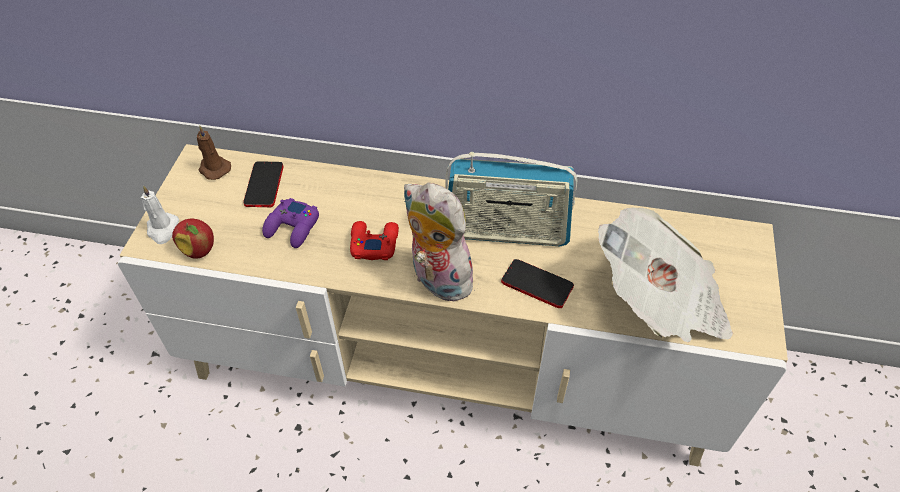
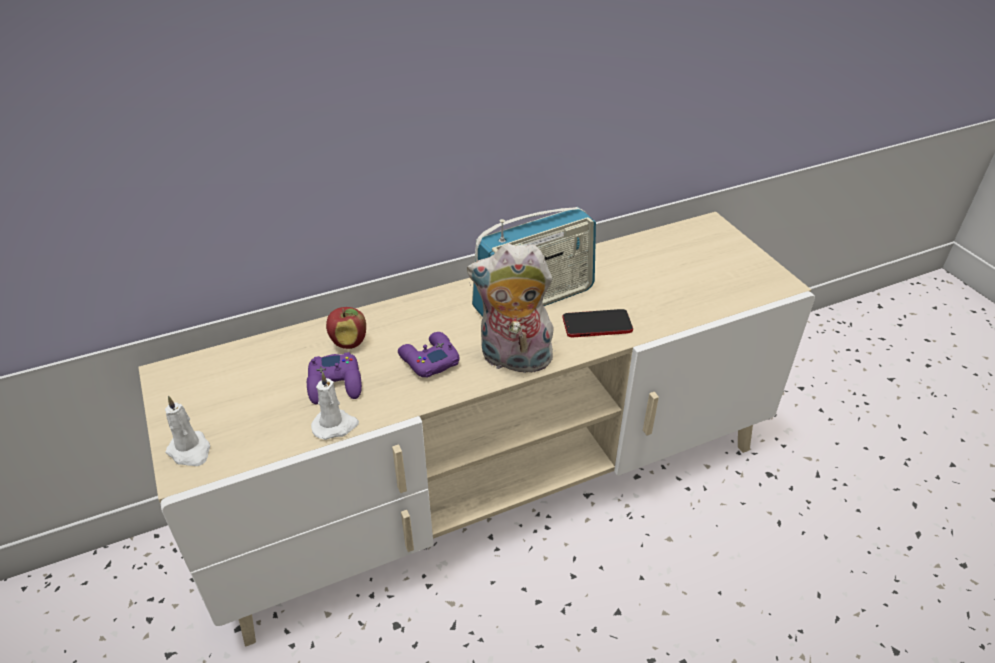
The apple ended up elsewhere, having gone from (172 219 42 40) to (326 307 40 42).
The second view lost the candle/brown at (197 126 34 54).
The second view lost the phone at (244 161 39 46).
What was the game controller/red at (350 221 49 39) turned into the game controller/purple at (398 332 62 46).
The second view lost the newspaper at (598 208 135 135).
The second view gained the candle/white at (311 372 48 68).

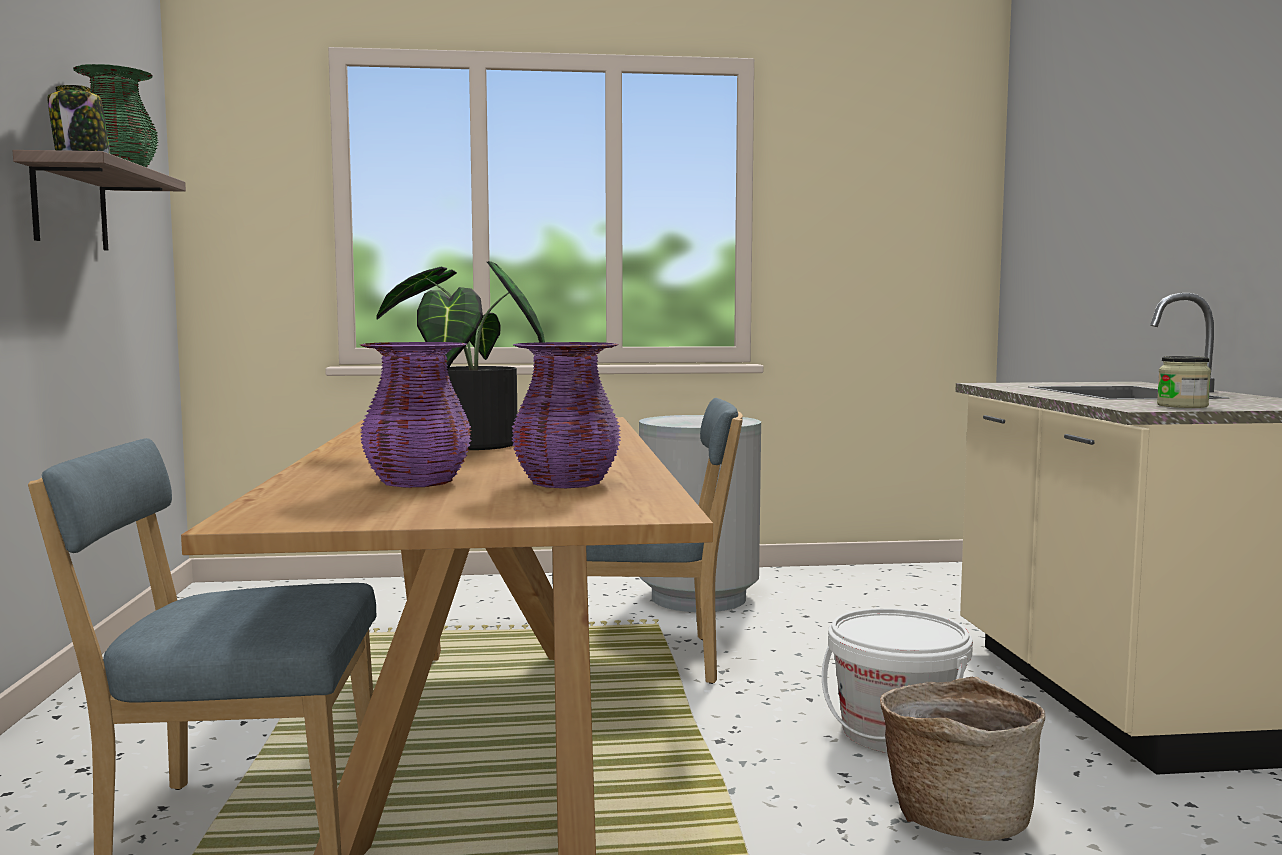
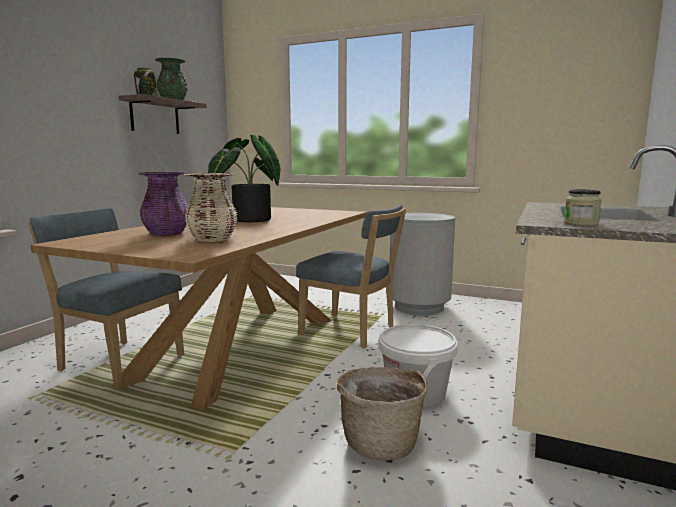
What was the vase/purple at (512 342 109 146) turned into the vase/beige at (183 173 55 69).

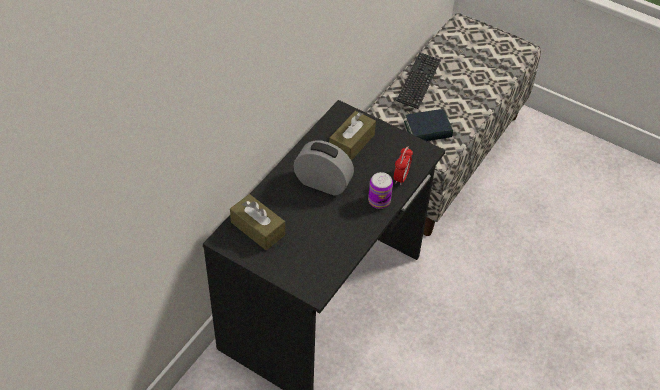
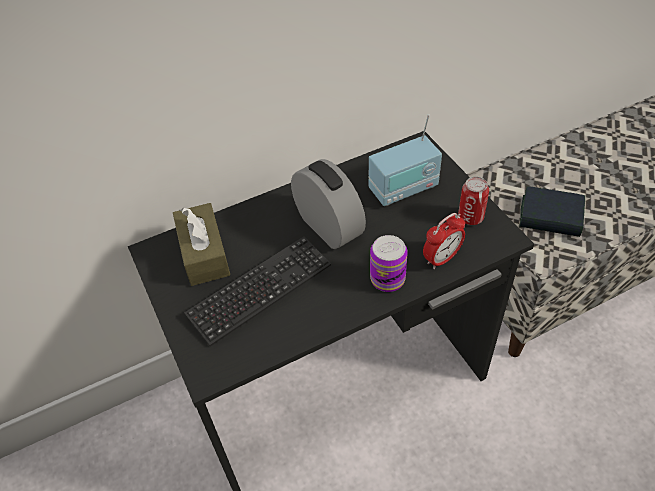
Where the tissue box/brown stood at (329 111 47 50), the radio came to stand at (369 114 73 92).
The keyboard ended up elsewhere, having gone from (396 52 45 57) to (184 236 147 110).
The second view gained the can at (458 176 31 49).

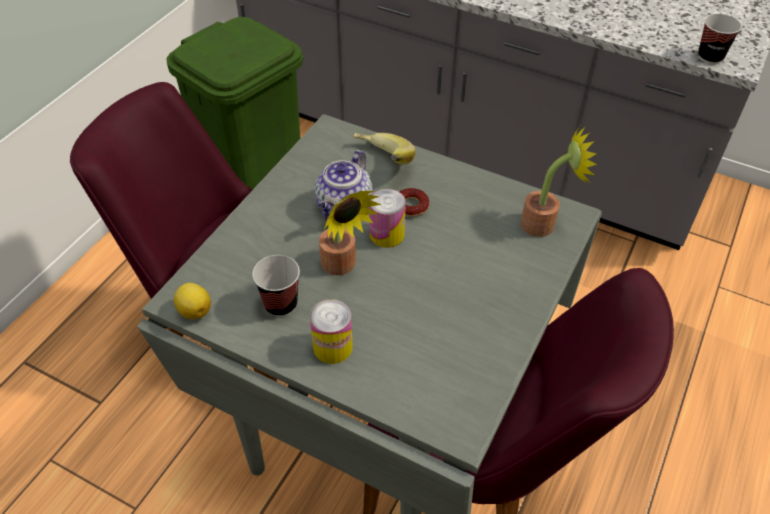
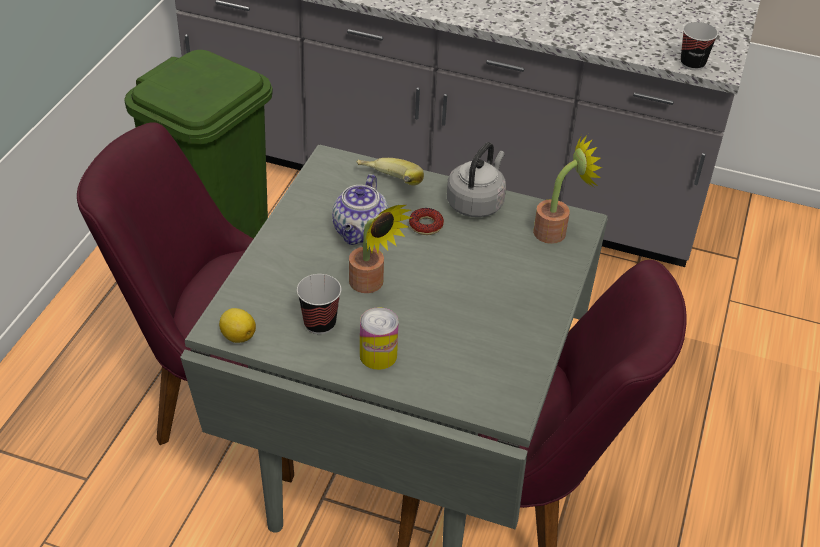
The second view lost the can at (369 189 37 59).
The second view gained the kettle/grey at (447 142 59 75).

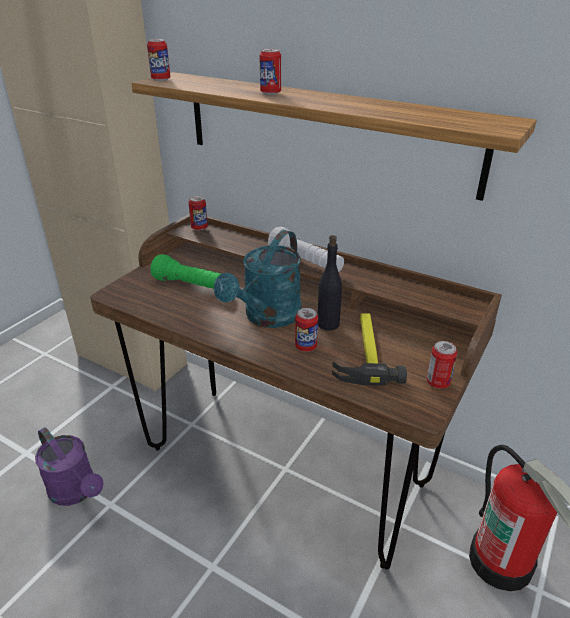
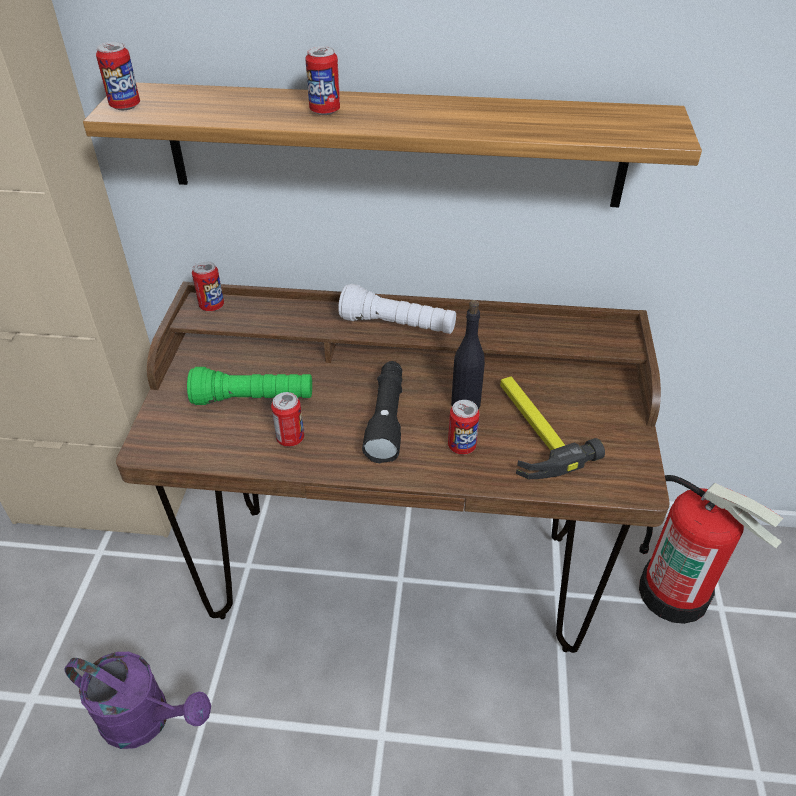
Where the watering can/turquoise stood at (214 230 88 98), the flashlight/black came to stand at (362 361 40 102).
The can ended up elsewhere, having gone from (427 341 30 48) to (271 392 33 55).

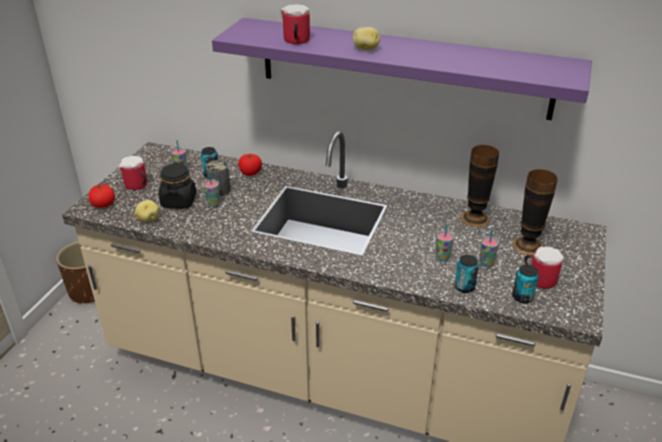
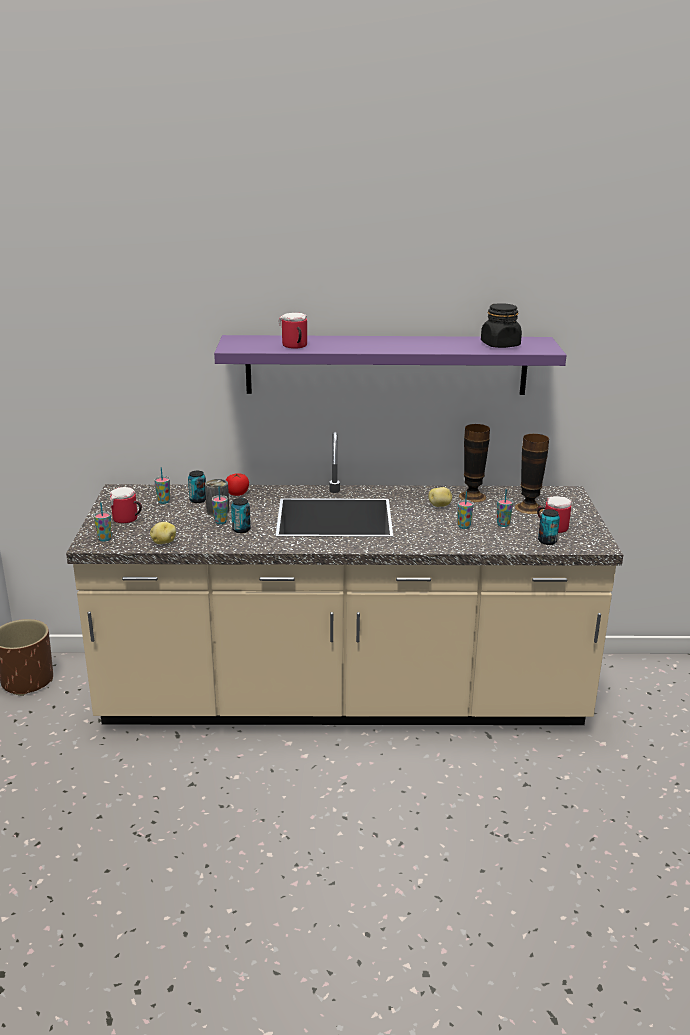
Where the tomato stood at (88 184 27 24), the cup came to stand at (94 502 18 39).
The jar/black ended up elsewhere, having gone from (159 162 37 47) to (481 303 41 45).
The potato ended up elsewhere, having gone from (353 27 27 23) to (428 487 24 20).
The can ended up elsewhere, having gone from (455 255 24 38) to (231 498 20 35).

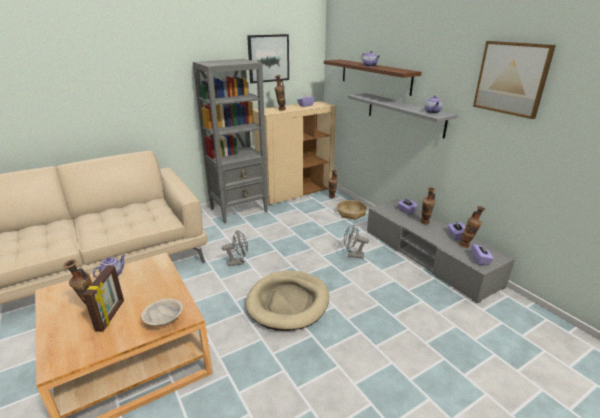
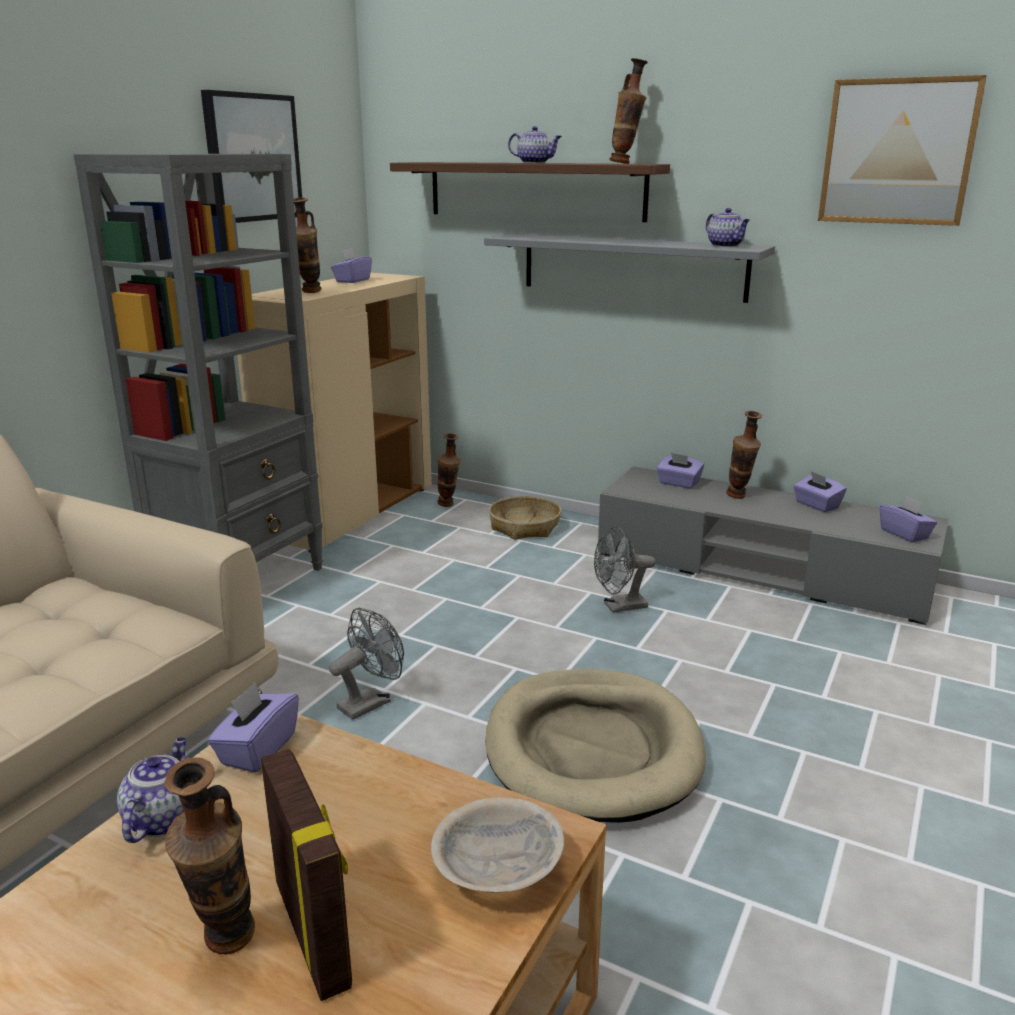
The vase ended up elsewhere, having gone from (459 206 27 42) to (610 58 38 106).
The second view gained the tissue box/purple at (208 683 91 90).

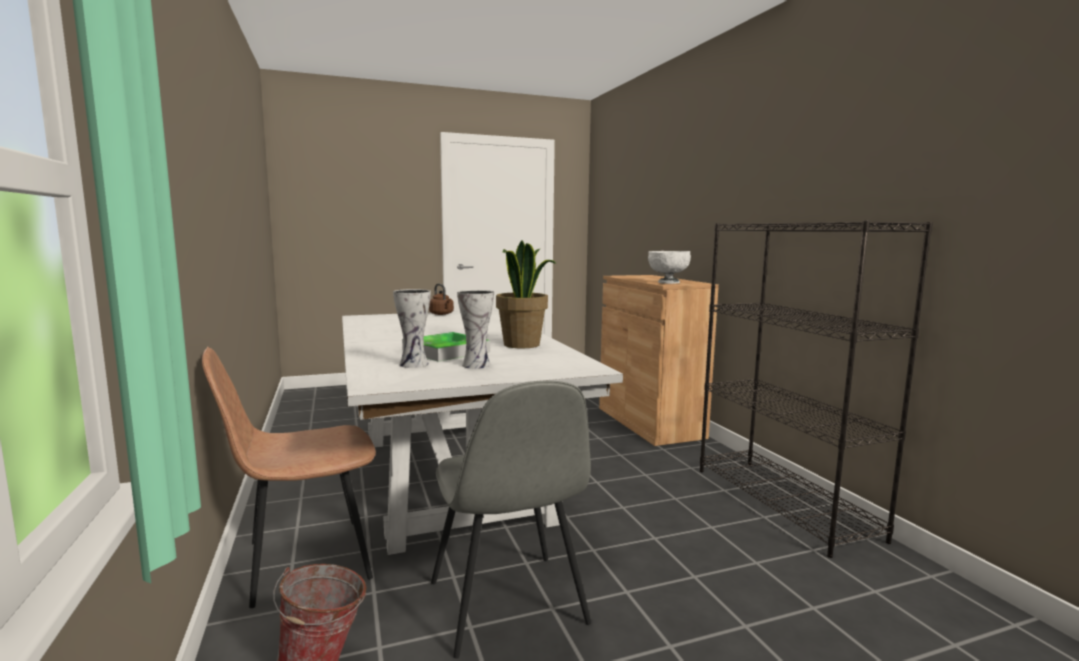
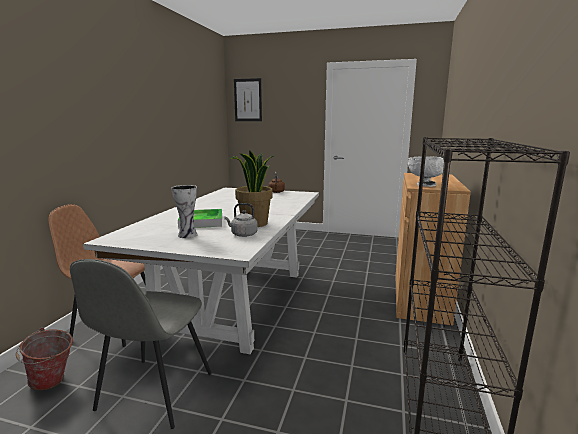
The second view lost the vase at (393 289 38 79).
The second view gained the kettle/grey at (224 203 34 34).
The second view gained the picture at (234 78 28 43).

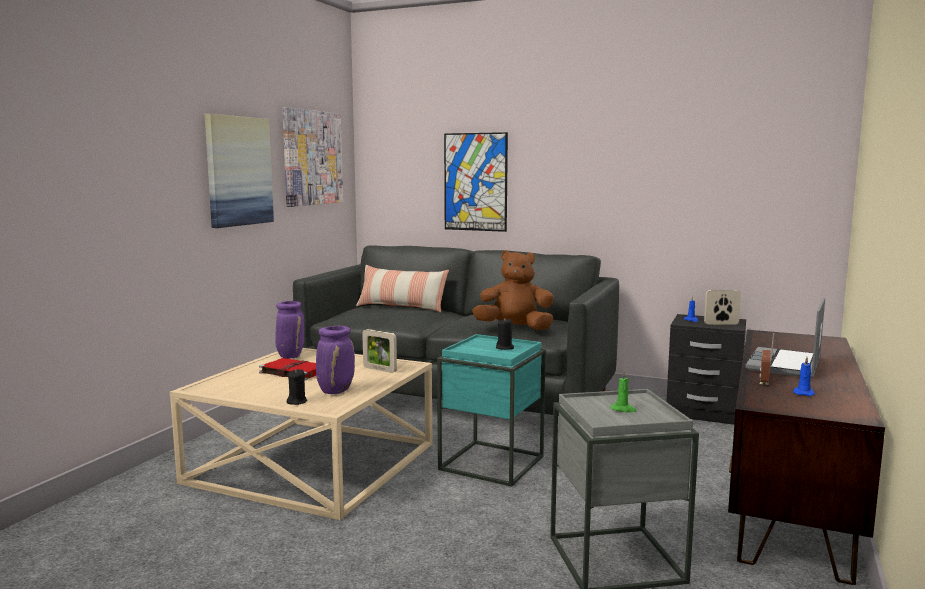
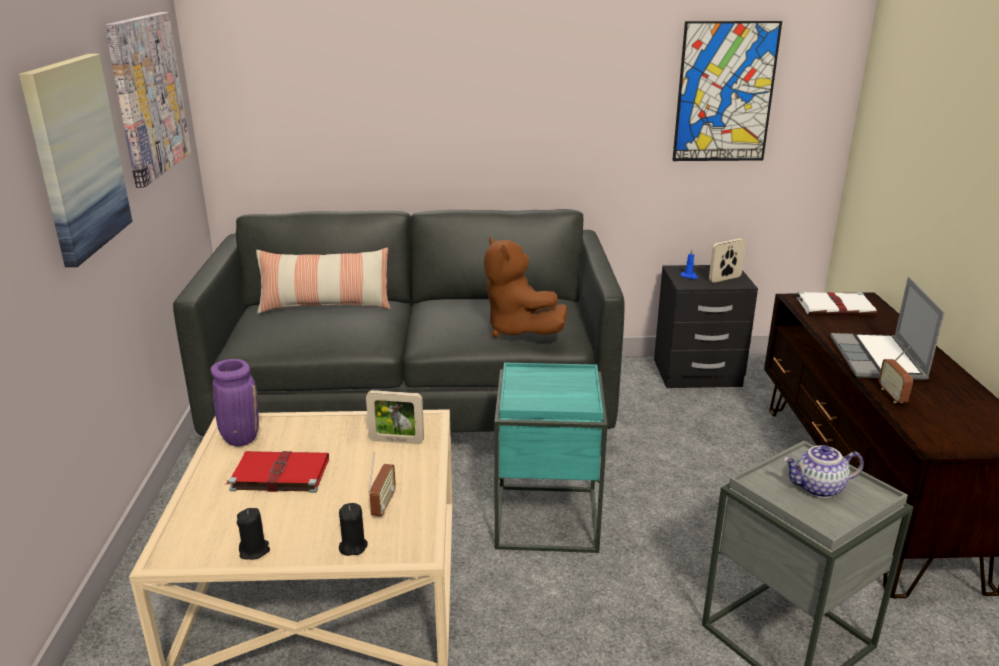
Where the vase/purple stood at (316 326 39 68), the radio came to stand at (368 452 28 64).
The picture ended up elsewhere, having gone from (444 132 64 100) to (672 21 110 140).
The plush toy/brown at (472 250 82 80) ended up facing another way, 105 degrees counterclockwise from before.
The candle/black ended up elsewhere, having gone from (496 319 18 31) to (237 508 33 52).
Where the candle/green stood at (611 370 25 42), the teapot came to stand at (783 445 81 53).
The second view lost the candle/blue at (793 357 22 39).
The second view gained the book/white at (796 291 81 25).

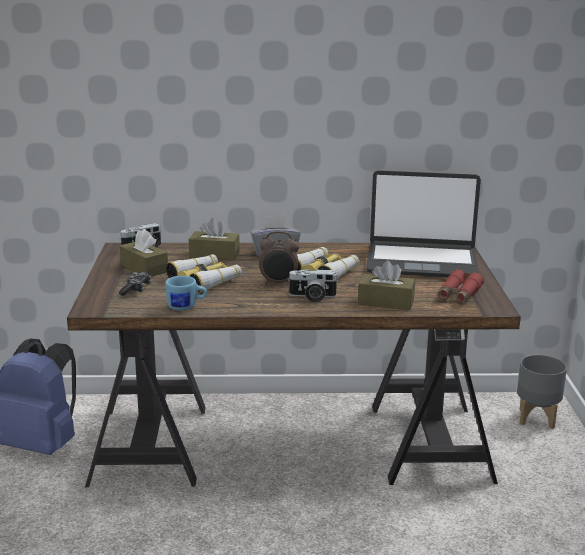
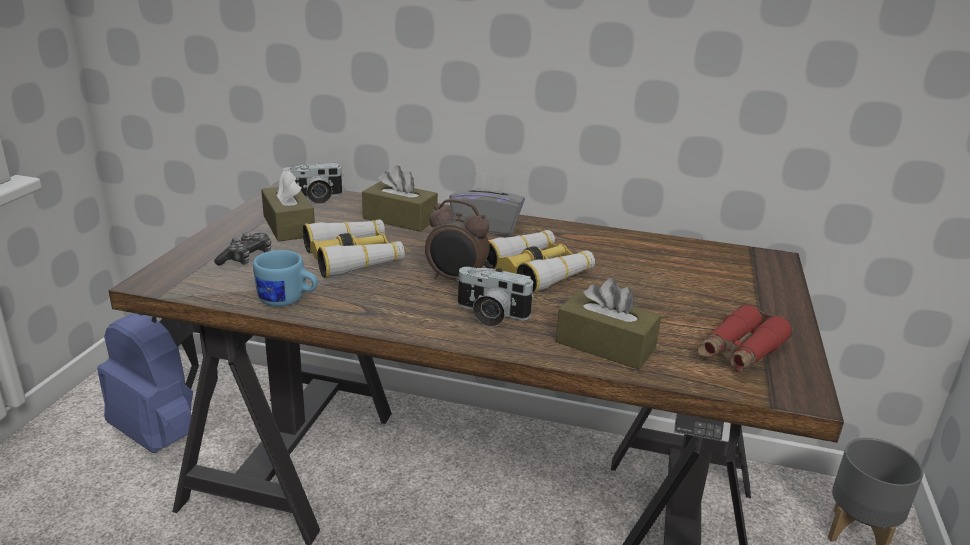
The second view lost the laptop at (366 170 115 107).

